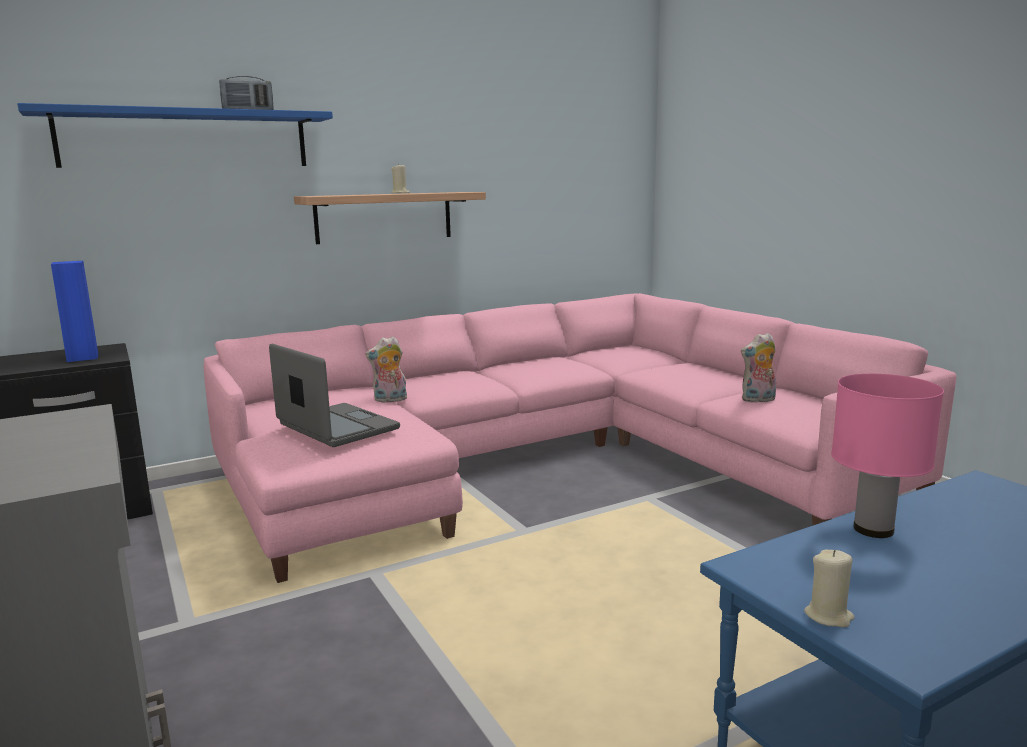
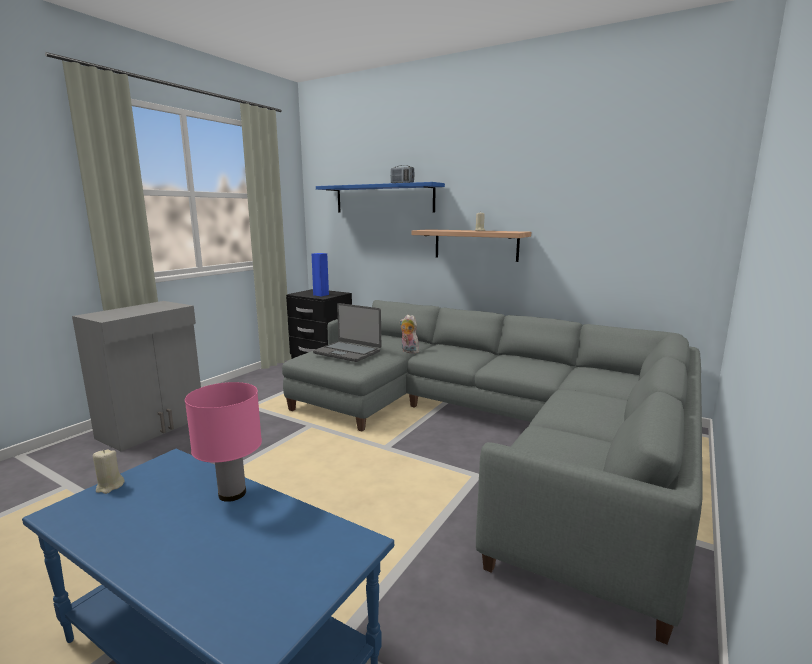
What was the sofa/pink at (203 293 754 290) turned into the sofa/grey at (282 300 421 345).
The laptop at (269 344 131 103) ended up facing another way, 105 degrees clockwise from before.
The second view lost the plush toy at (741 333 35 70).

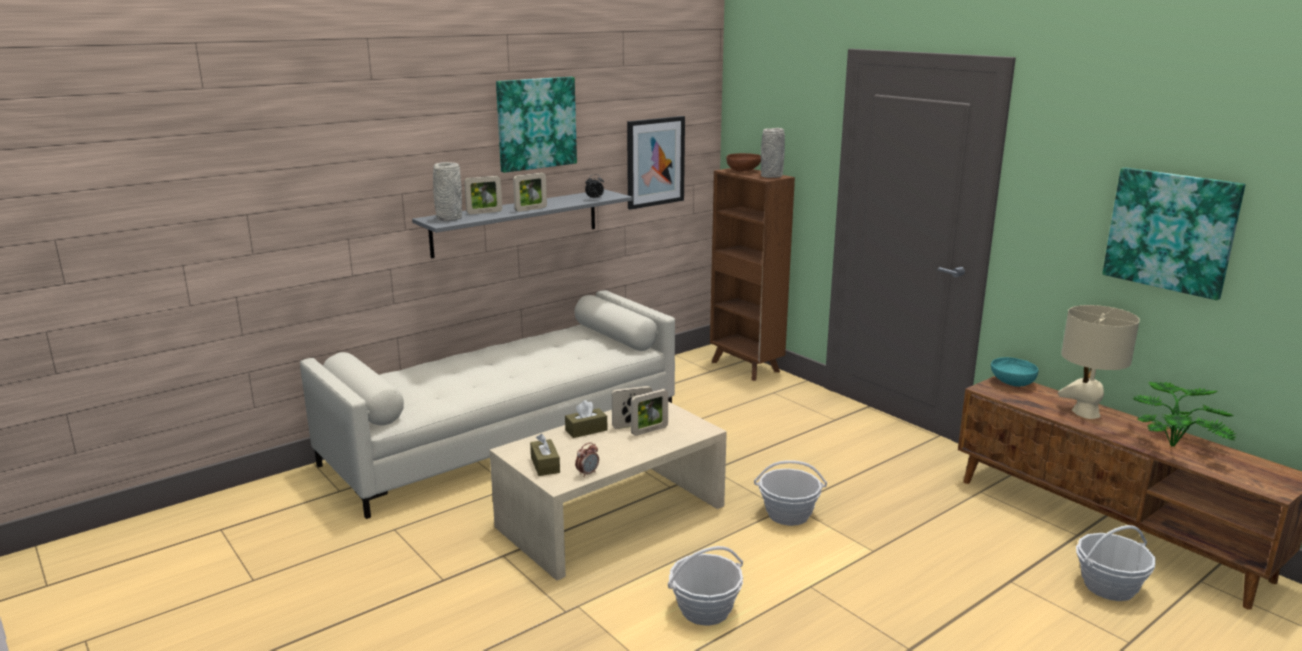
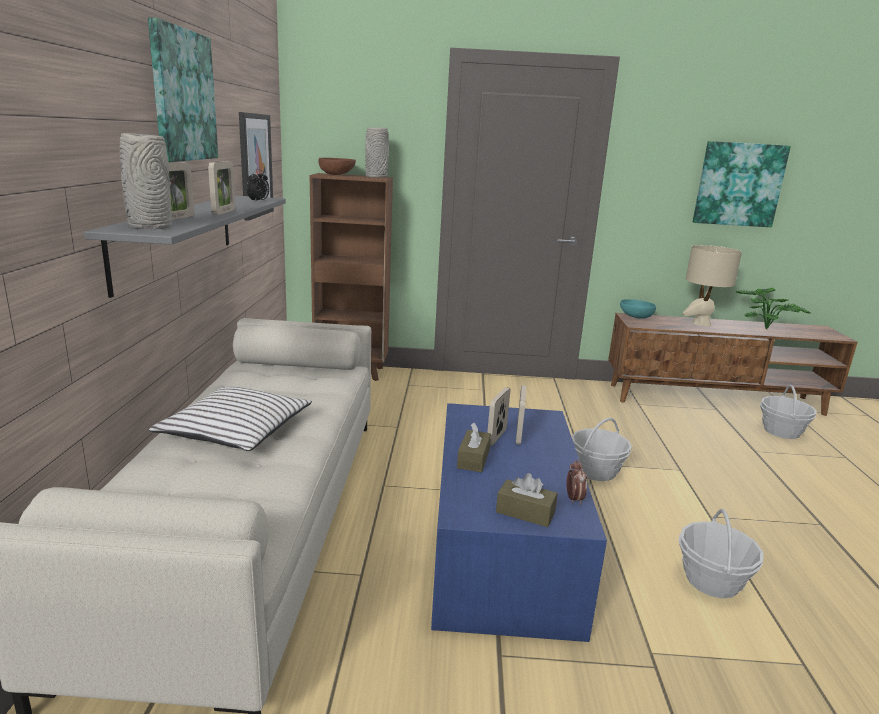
What was the coffee table/beige at (490 401 237 180) turned into the coffee table/blue at (431 403 176 239).
The second view gained the pillow/white at (149 386 163 65).

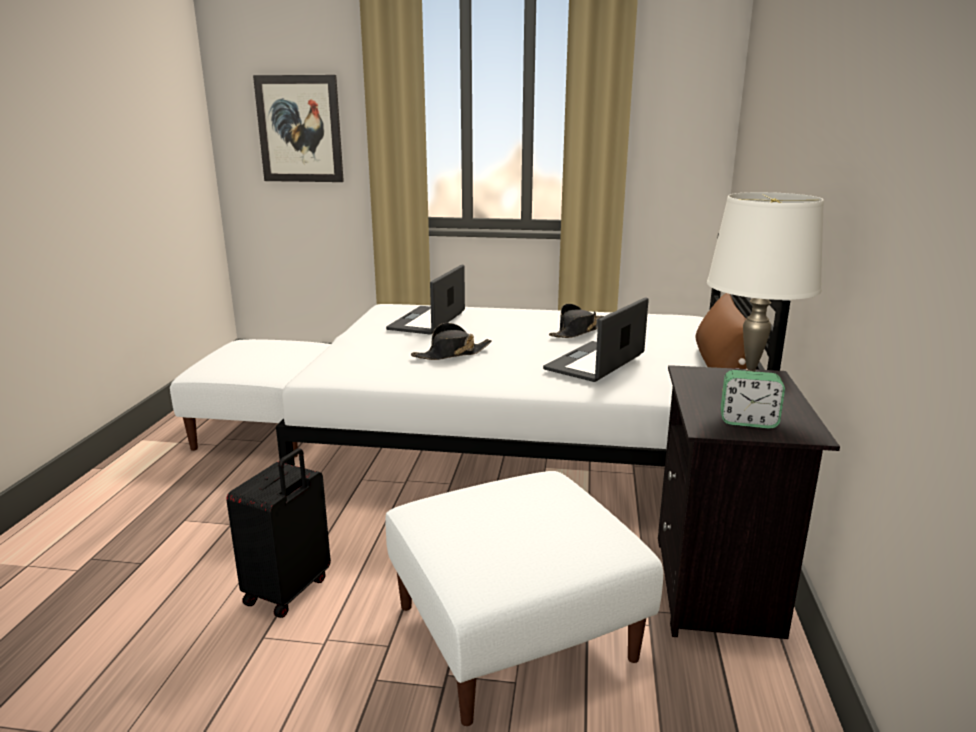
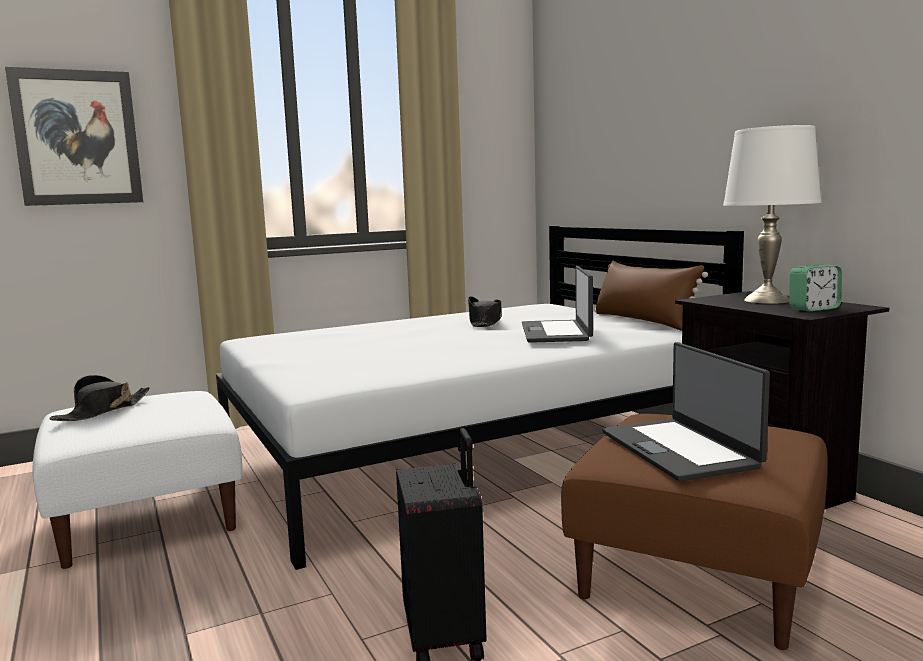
What was the ottoman/white at (385 471 278 255) turned into the ottoman/brown at (561 414 267 236).
The laptop ended up elsewhere, having gone from (386 264 79 71) to (602 342 168 139).
The hat/black ended up elsewhere, having gone from (411 323 81 37) to (50 375 100 46).

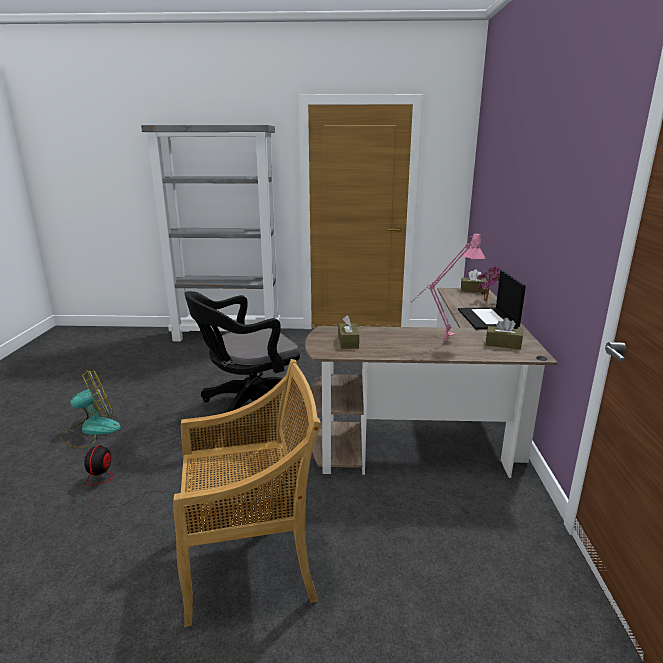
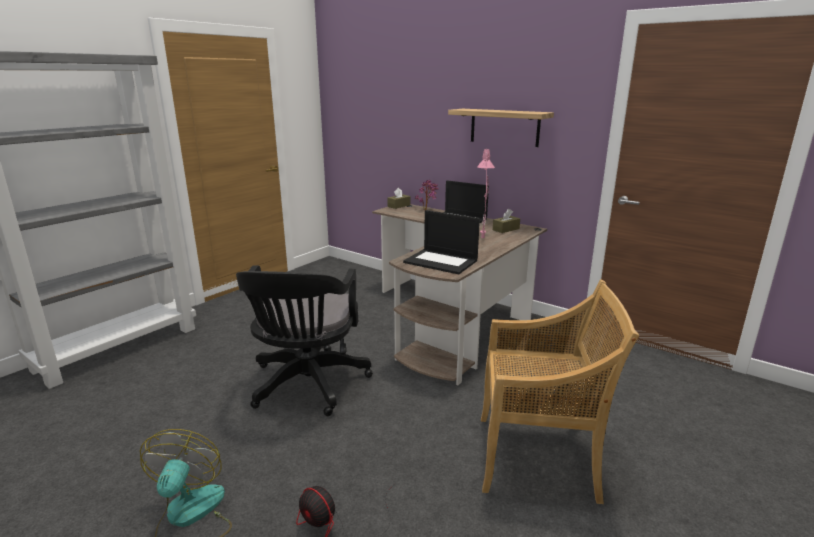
The chair/beige at (173 359 148 268) ended up facing another way, 75 degrees clockwise from before.
Where the tissue box/brown stood at (338 316 21 33), the laptop came to stand at (403 210 77 64).
The second view gained the shelf at (448 109 106 38).

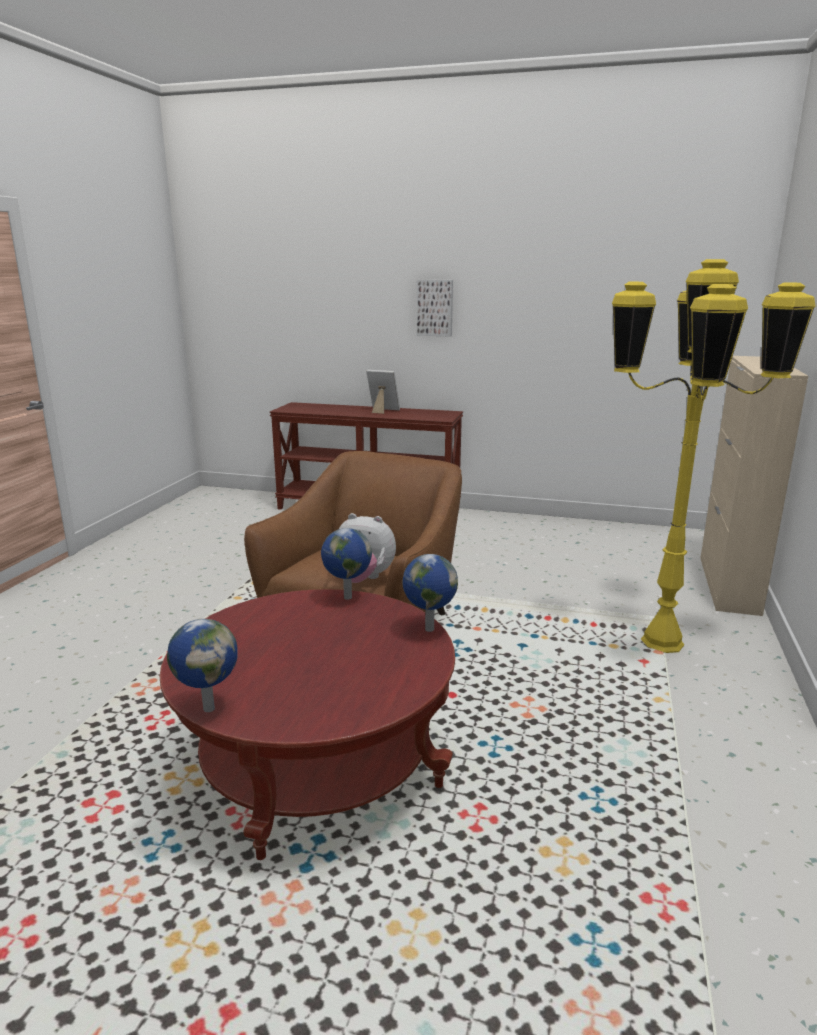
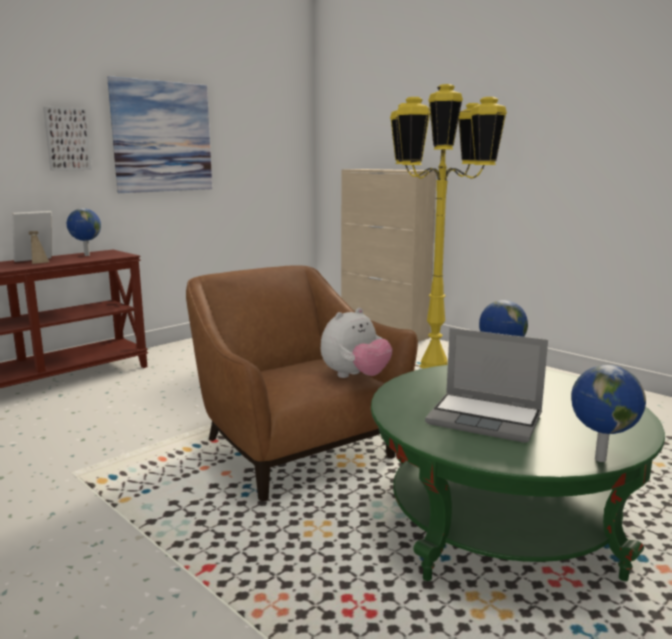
What was the coffee table/red at (160 589 295 271) turned into the coffee table/green at (371 365 294 216).
The globe ended up elsewhere, having gone from (321 528 51 72) to (67 208 34 48).
The second view gained the picture at (107 76 105 117).
The second view gained the laptop at (425 328 123 115).

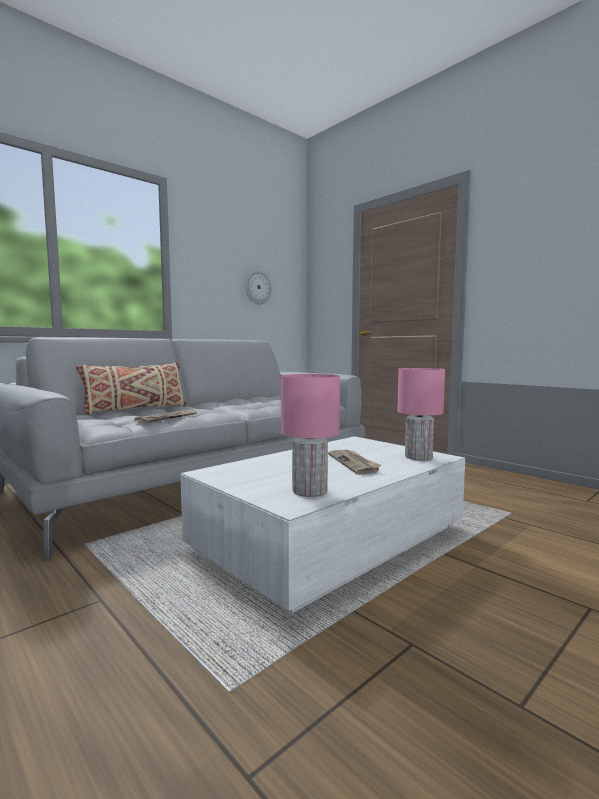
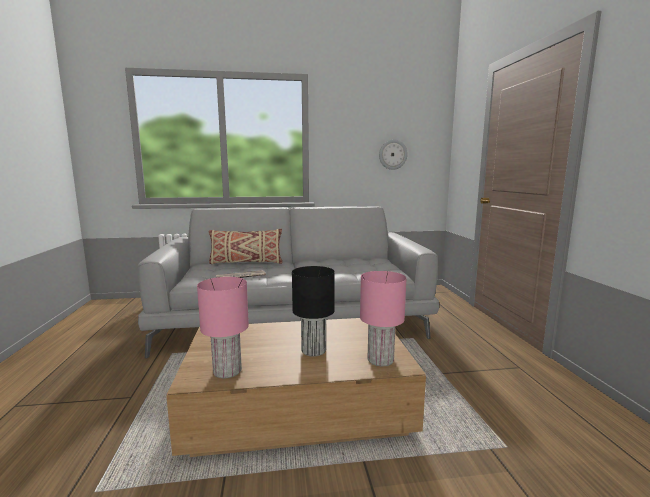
What was the coffee table/white at (180 436 285 177) turned into the coffee table/brown at (166 318 260 139).
Where the newspaper stood at (328 450 54 24), the table lamp/black came to stand at (292 266 43 91).

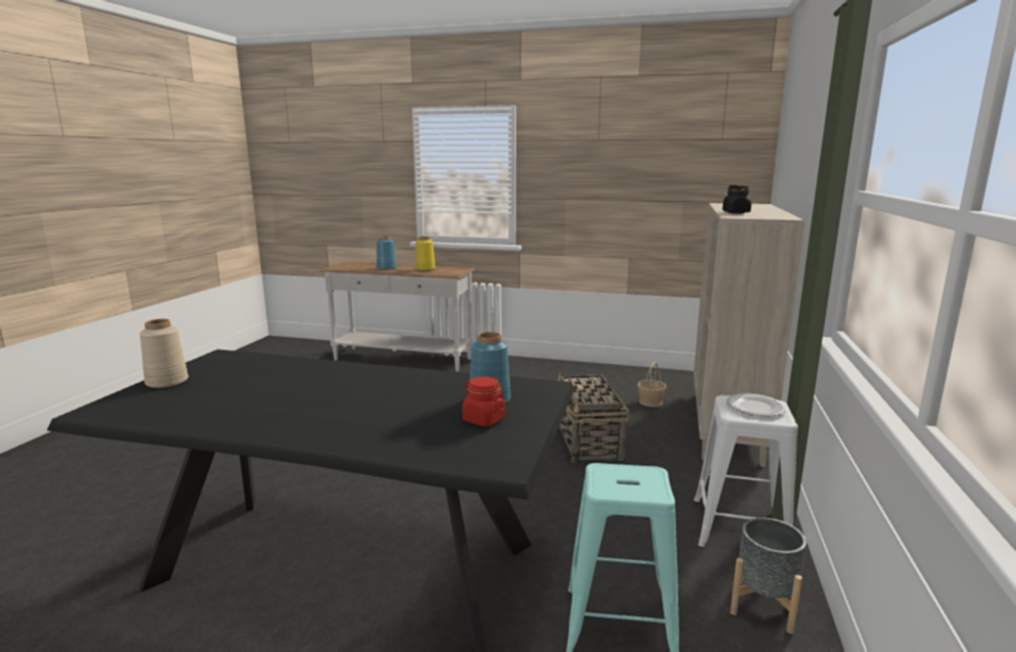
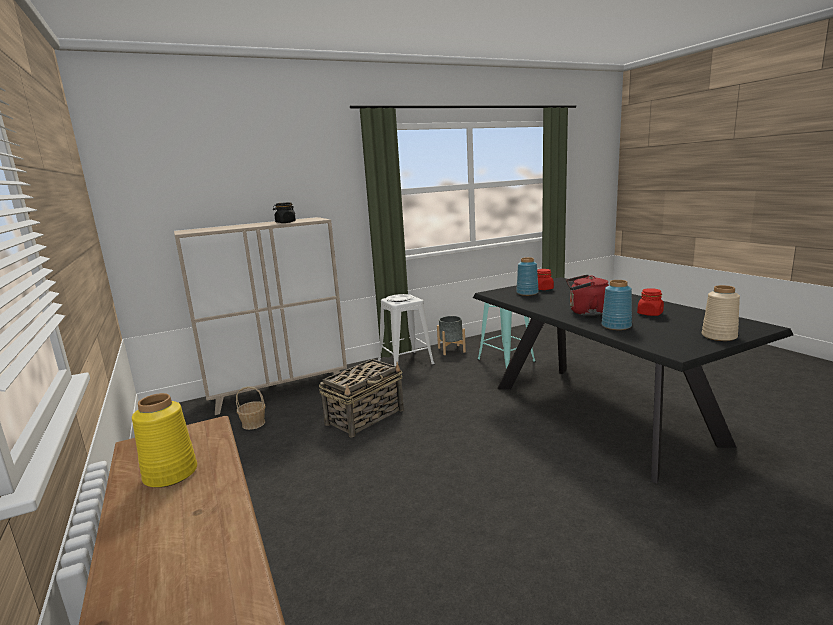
The vase/blue ended up elsewhere, having gone from (376 235 21 35) to (601 280 31 50).
The second view gained the kettle/red at (566 275 43 41).
The second view gained the jar/red at (637 288 27 28).

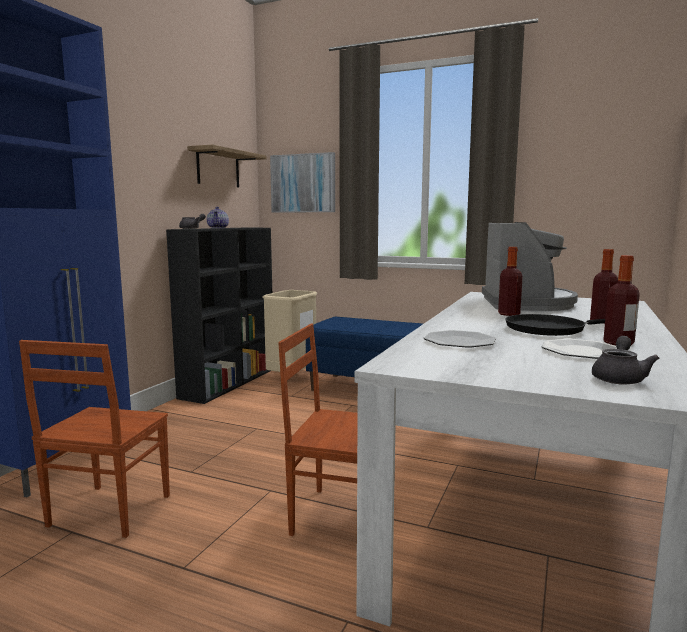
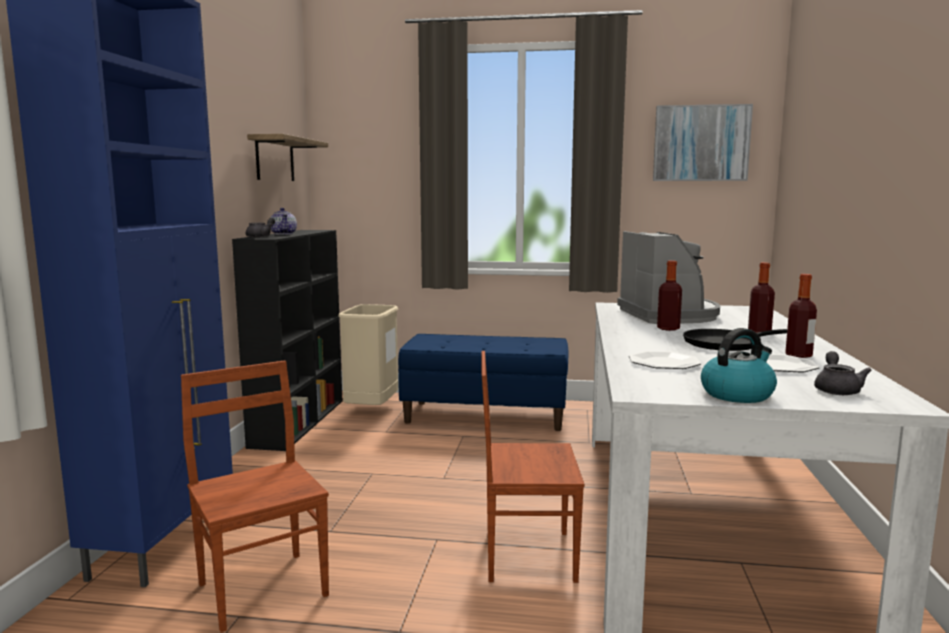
The chair/brown at (19 340 151 198) ended up facing another way, 150 degrees clockwise from before.
The picture ended up elsewhere, having gone from (270 152 65 61) to (653 104 100 77).
The second view gained the kettle at (701 328 76 75).

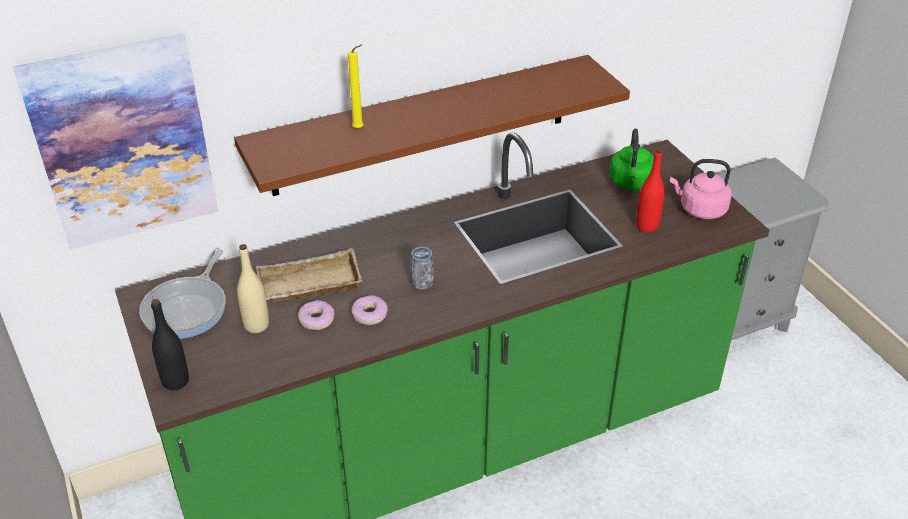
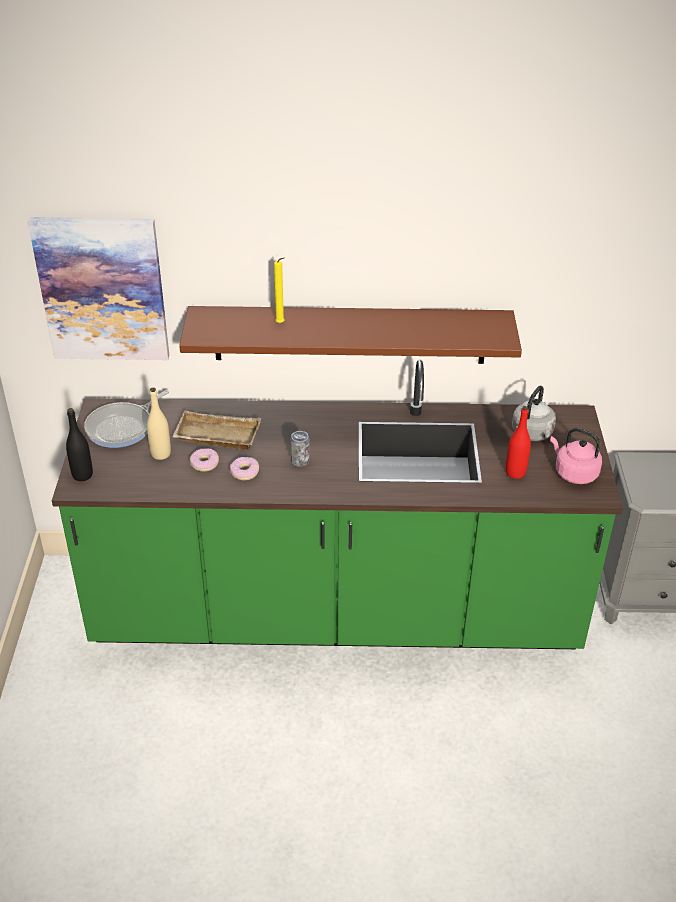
What was the kettle/green at (609 128 45 62) turned into the kettle/grey at (512 386 44 55).

